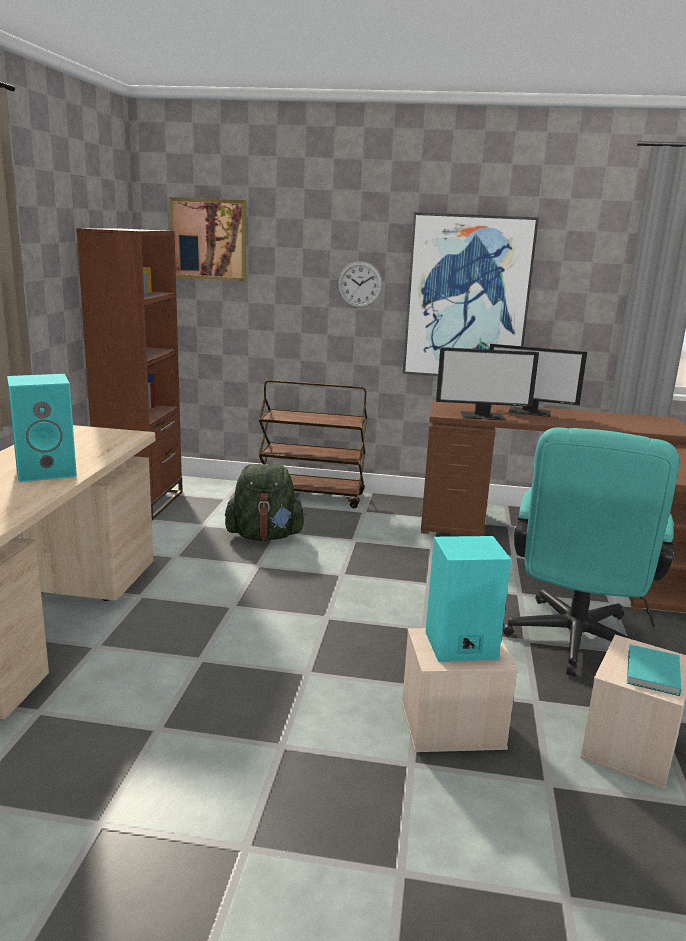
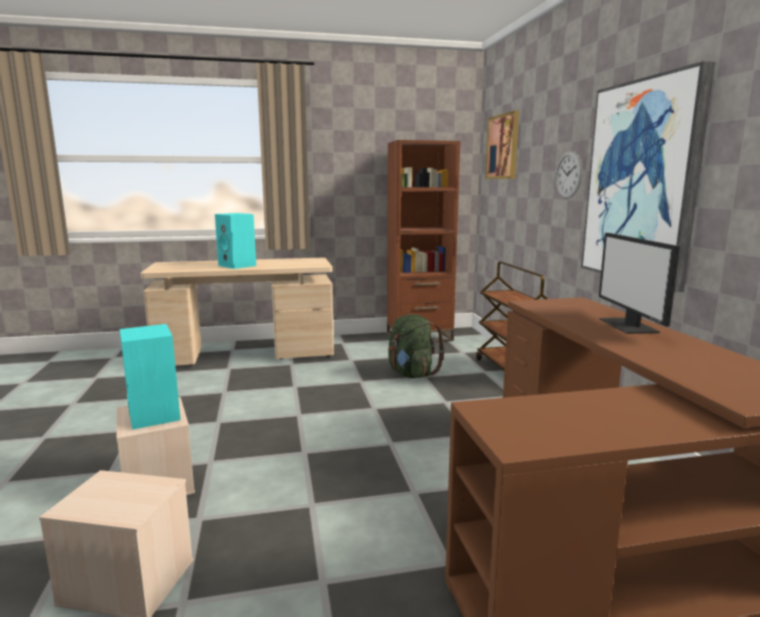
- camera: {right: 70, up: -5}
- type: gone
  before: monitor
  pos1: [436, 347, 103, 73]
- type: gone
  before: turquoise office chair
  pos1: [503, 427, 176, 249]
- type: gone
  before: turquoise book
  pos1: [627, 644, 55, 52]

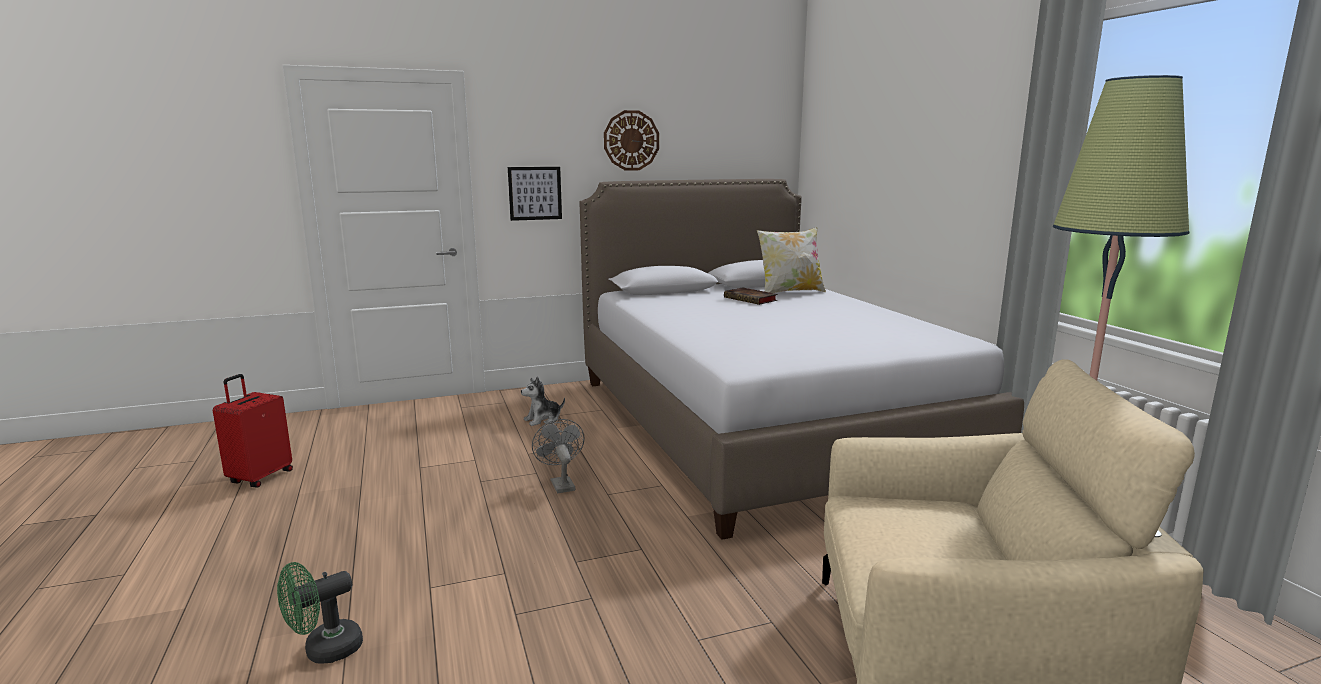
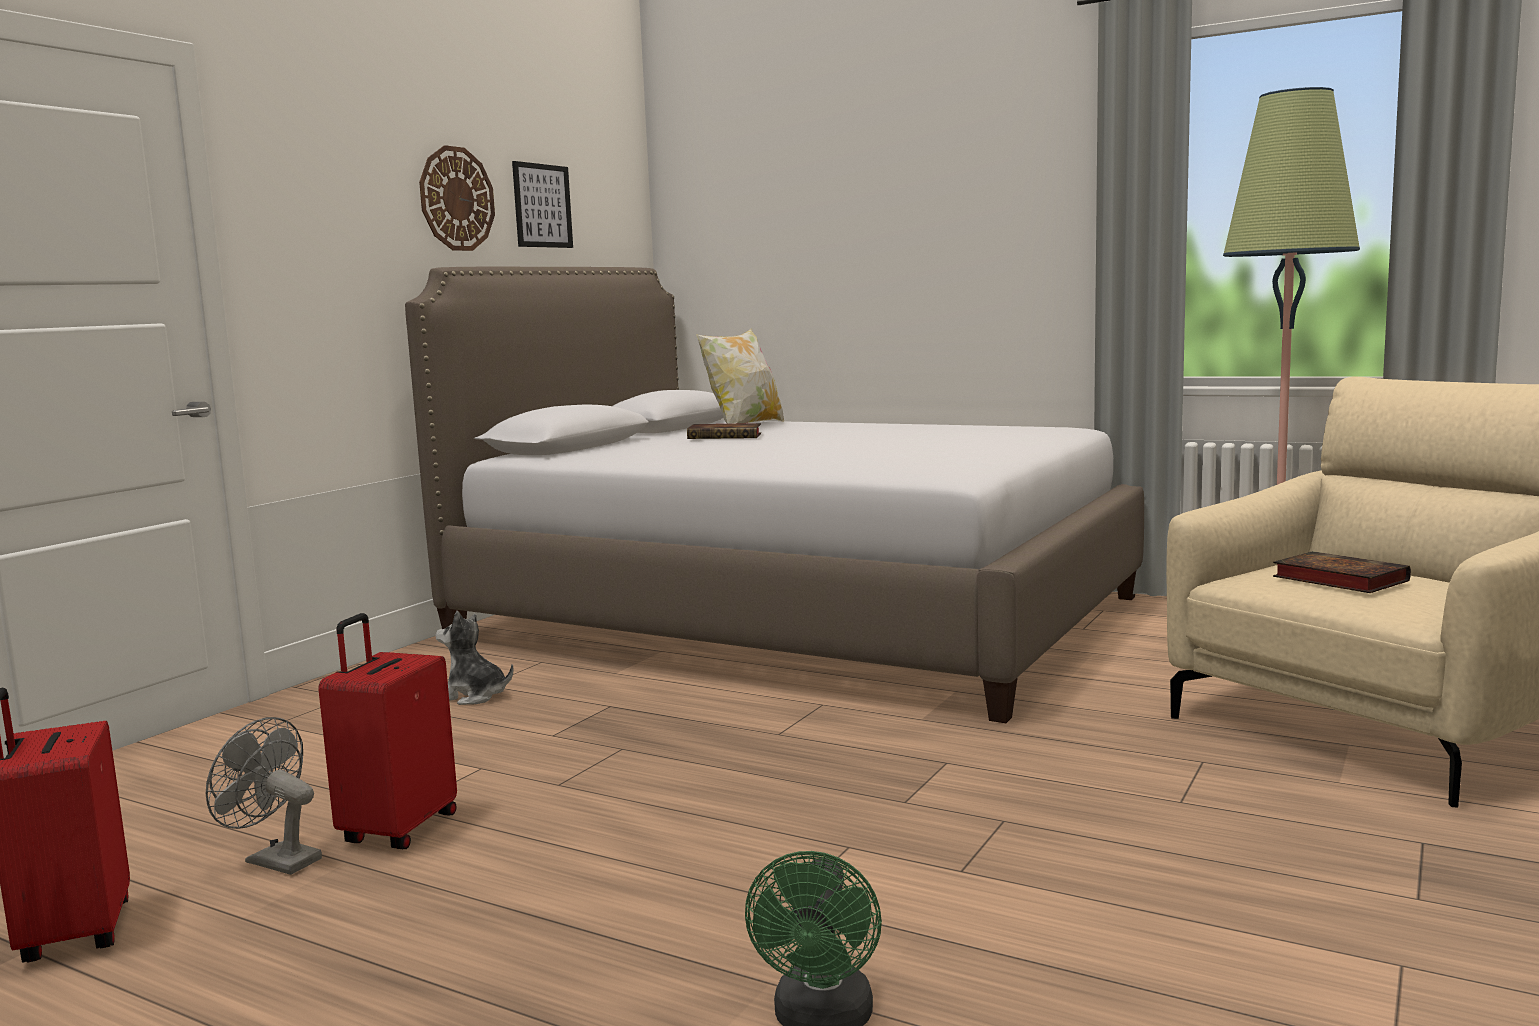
- camera: {right: -40, up: -5}
- type: new
  after: red suitcase
  pos2: [318, 613, 139, 236]
- type: new
  after: book
  pos2: [1273, 551, 138, 42]
- type: shifted
  before: picture
  pos1: [508, 167, 54, 54]
  pos2: [512, 161, 61, 87]
- type: shifted
  before: grey fan
  pos1: [532, 419, 53, 74]
  pos2: [206, 717, 116, 158]
- type: rotated
  before: plush toy
  pos1: [521, 376, 44, 50]
  pos2: [436, 611, 78, 94]
  turn: 90

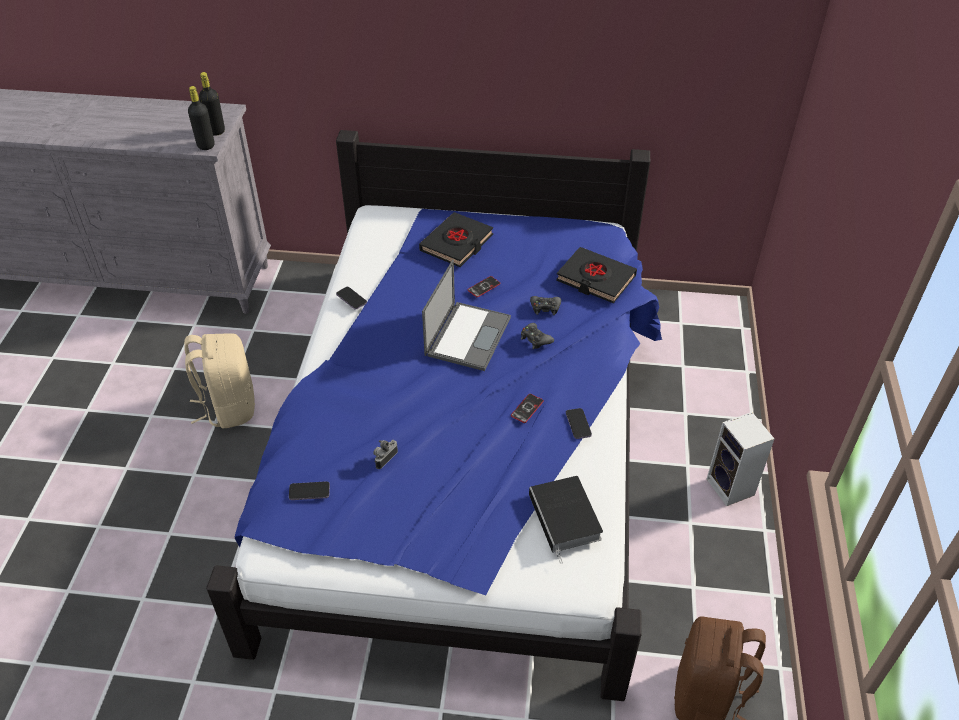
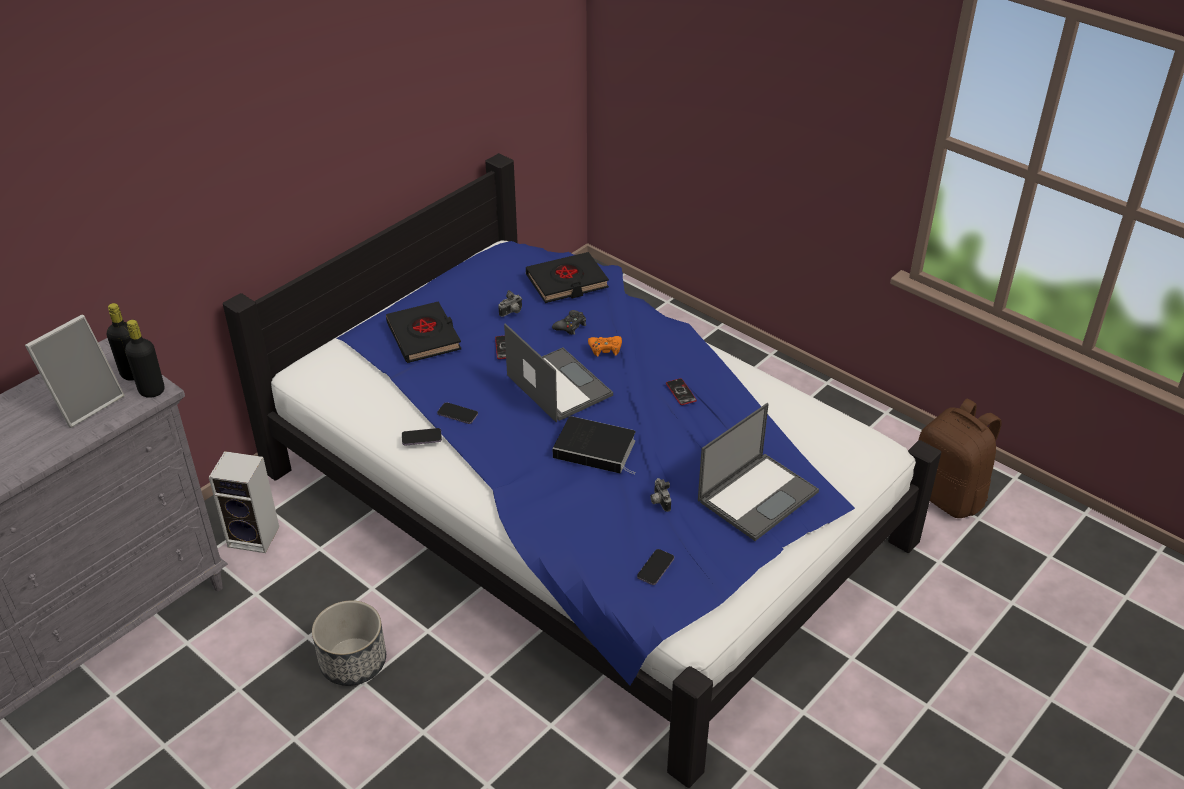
- camera: {right: -55, up: -5}
- type: new
  after: picture frame
  pos2: [25, 315, 100, 113]
- type: new
  after: photo camera
  pos2: [498, 290, 25, 27]
- type: new
  after: laptop
  pos2: [698, 403, 121, 138]
- type: shifted
  before: book
  pos1: [529, 476, 74, 88]
  pos2: [553, 416, 83, 58]
- type: shifted
  before: phone
  pos1: [566, 408, 26, 31]
  pos2: [437, 402, 41, 22]
- type: shifted
  before: speaker
  pos1: [707, 412, 67, 94]
  pos2: [209, 451, 70, 102]
- type: swapped
  before: beige backpack
  after: planter
  pos1: [184, 333, 71, 95]
  pos2: [312, 600, 74, 86]
- type: repainted
  before: black game controller
  after: orange game controller
  pos1: [521, 323, 33, 26]
  pos2: [588, 336, 34, 21]

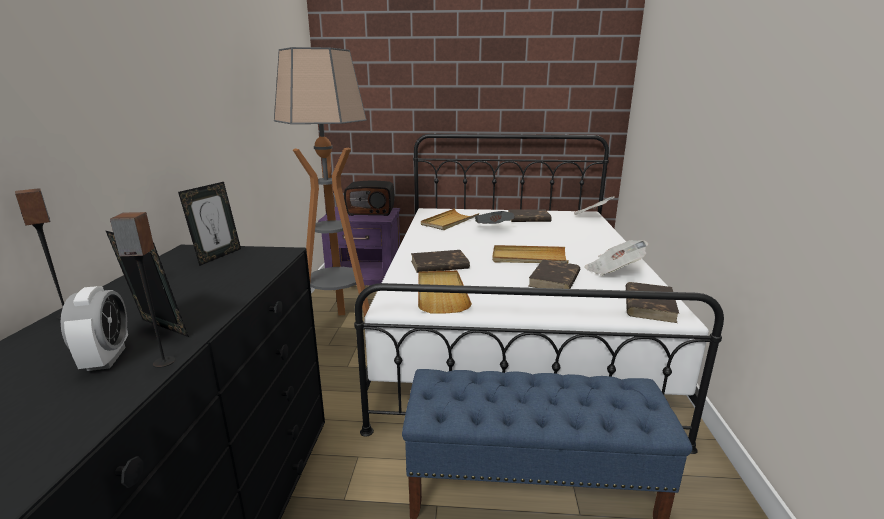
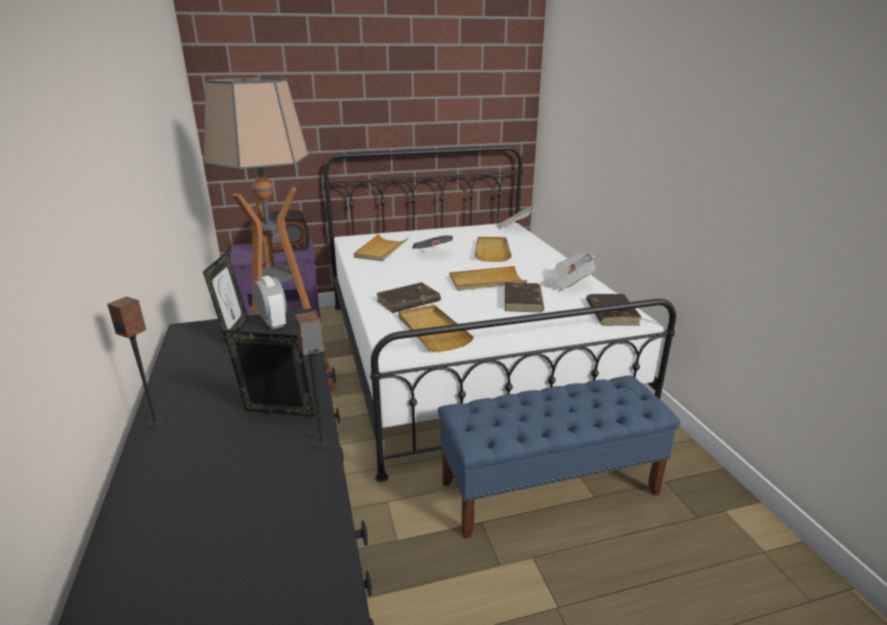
- camera: {right: -20, up: 5}
- type: gone
  before: brown book
  pos1: [508, 209, 44, 13]
- type: new
  after: beige tray
  pos2: [475, 237, 36, 25]
- type: shifted
  before: alarm clock
  pos1: [61, 286, 67, 85]
  pos2: [253, 276, 34, 54]

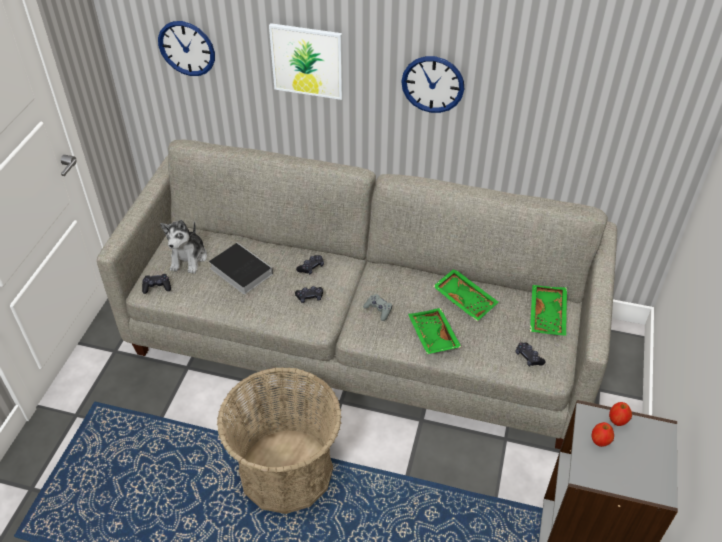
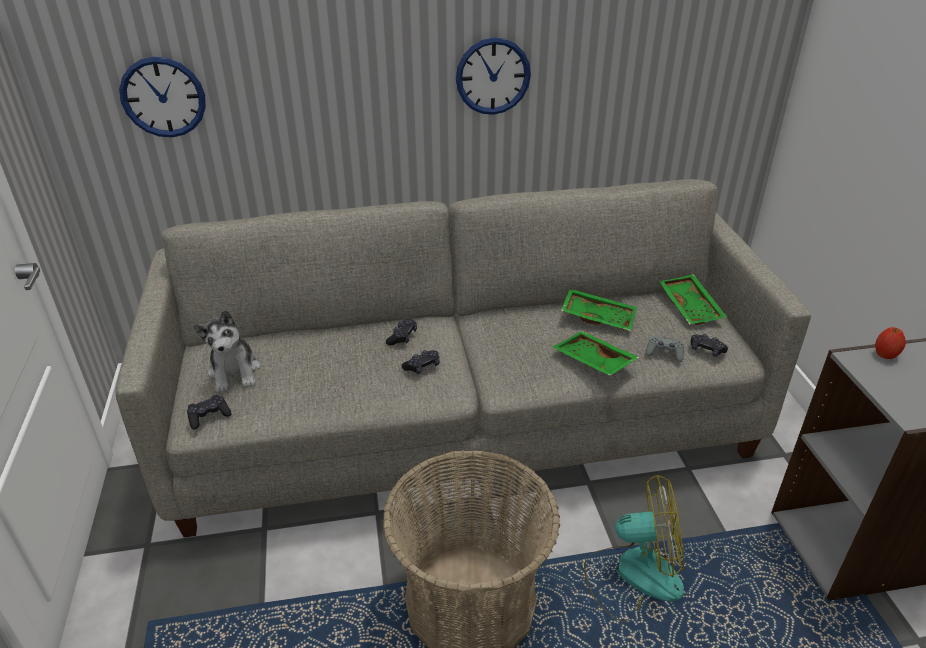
- camera: {right: -25, up: -10}
- type: gone
  before: book
  pos1: [209, 243, 64, 51]
- type: gone
  before: picture
  pos1: [269, 23, 74, 77]
- type: gone
  before: apple
  pos1: [592, 422, 22, 25]
- type: new
  after: fan
  pos2: [584, 475, 100, 147]
- type: shifted
  before: grey game controller
  pos1: [363, 294, 29, 27]
  pos2: [645, 335, 39, 27]

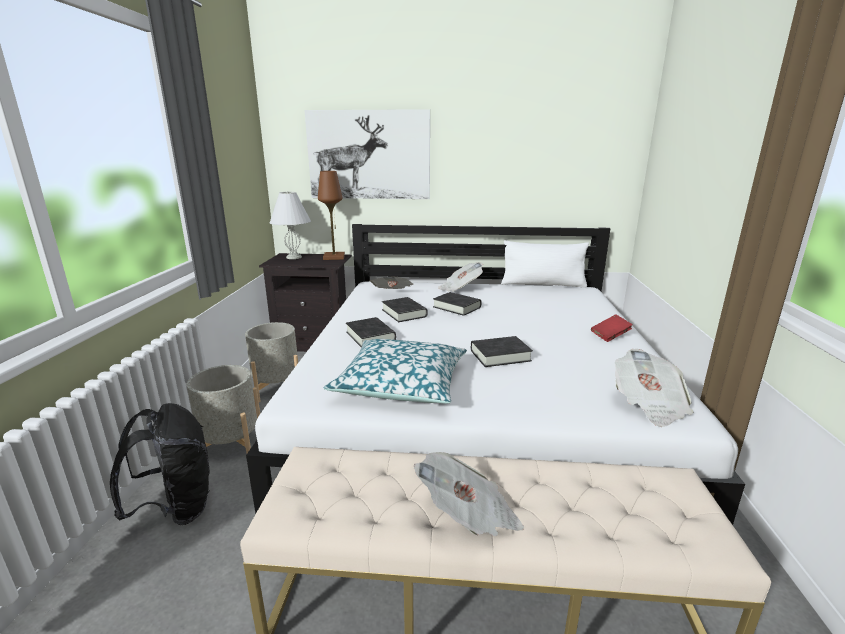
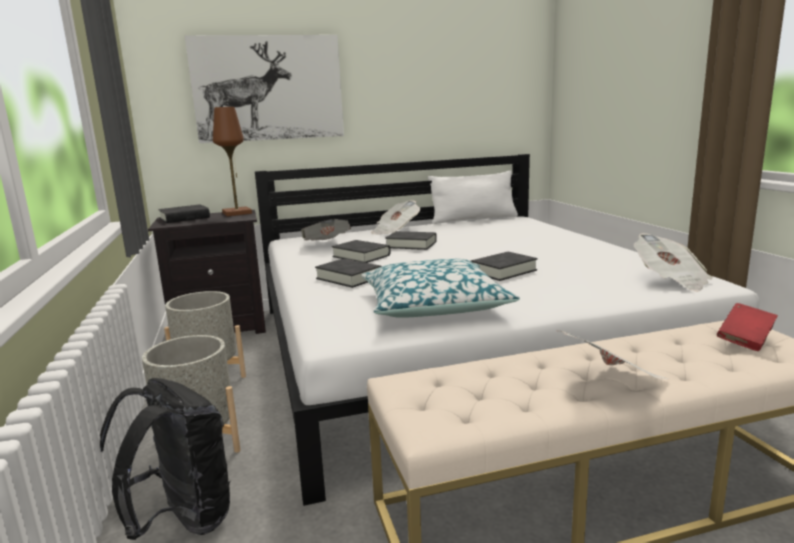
- camera: {right: -20, up: -5}
- type: shifted
  before: red book
  pos1: [591, 314, 42, 28]
  pos2: [717, 303, 61, 48]
- type: swapped
  before: white table lamp
  after: black book
  pos1: [269, 191, 42, 68]
  pos2: [158, 204, 52, 19]

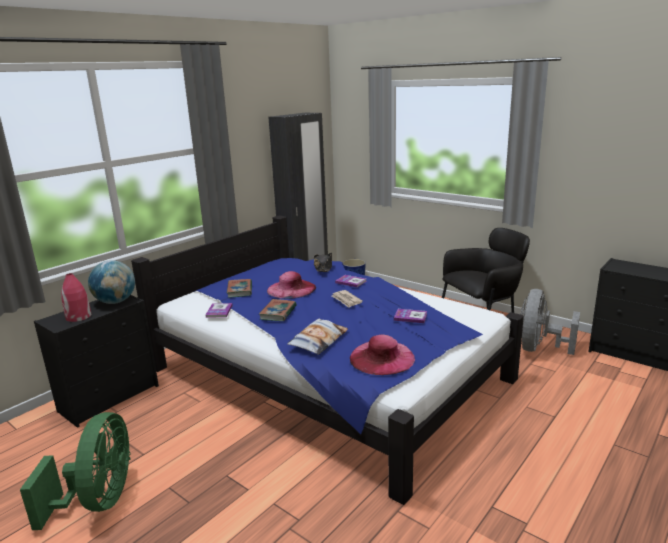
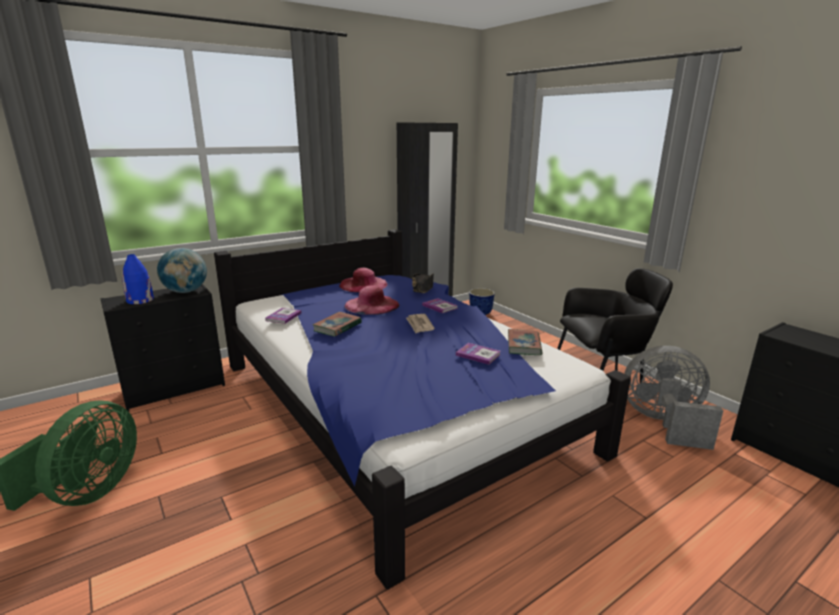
- camera: {right: 15, up: 0}
- type: gone
  before: pillow
  pos1: [287, 318, 61, 37]
- type: shifted
  before: book
  pos1: [227, 279, 25, 19]
  pos2: [508, 329, 34, 26]
- type: shifted
  before: pink hat
  pos1: [350, 335, 65, 40]
  pos2: [339, 268, 48, 24]
- type: repainted
  before: red vase
  after: blue vase
  pos1: [61, 273, 30, 49]
  pos2: [122, 254, 32, 50]
- type: rotated
  before: grey fan
  pos1: [520, 289, 60, 66]
  pos2: [624, 346, 99, 104]
  turn: 60

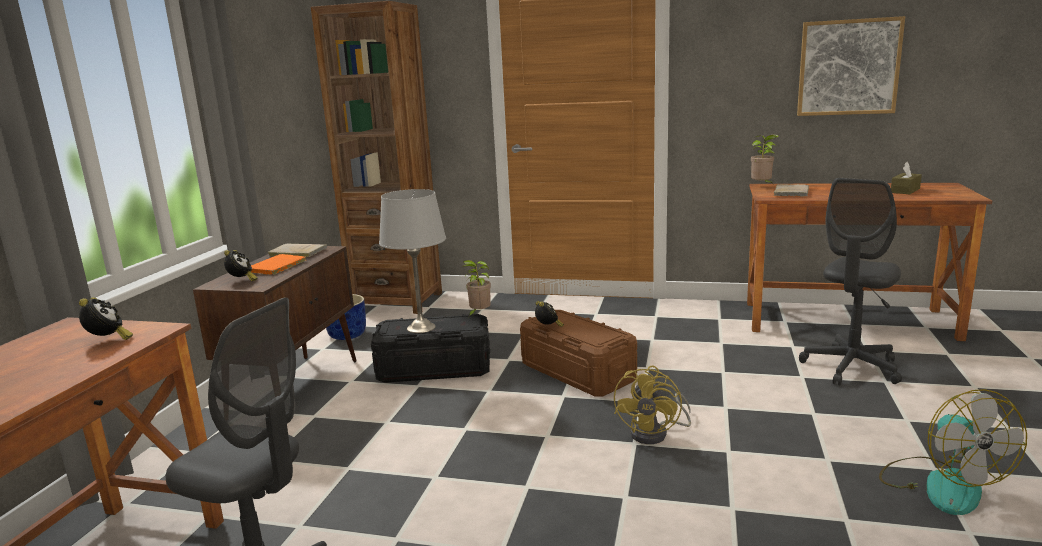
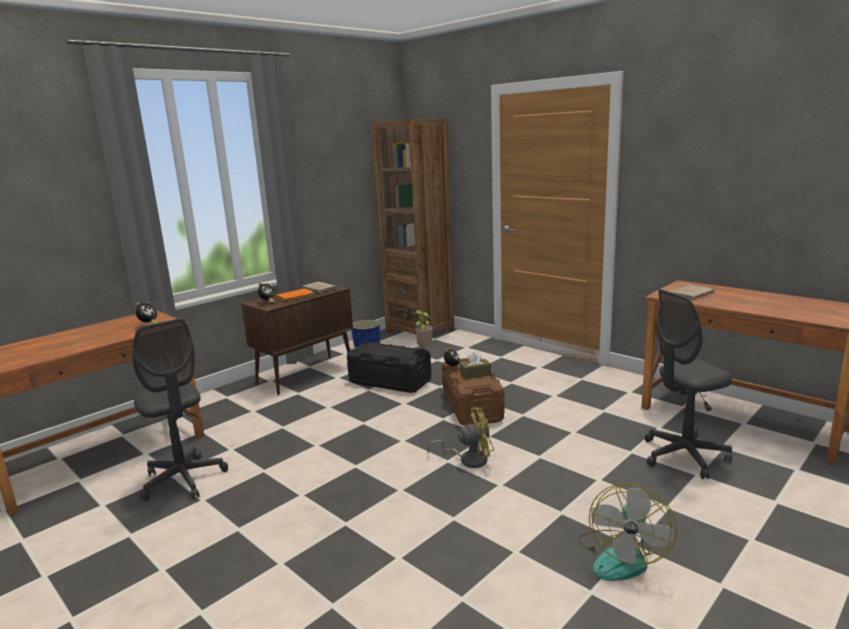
- camera: {right: 30, up: 0}
- type: gone
  before: grey table lamp
  pos1: [379, 189, 67, 144]
- type: gone
  before: potted plant
  pos1: [751, 134, 28, 50]
- type: gone
  before: picture
  pos1: [797, 16, 108, 100]
- type: shifted
  before: brown tissue box
  pos1: [891, 162, 31, 32]
  pos2: [460, 352, 31, 27]
- type: rotated
  before: yellow fan
  pos1: [614, 366, 77, 78]
  pos2: [427, 407, 67, 61]
  turn: -150

